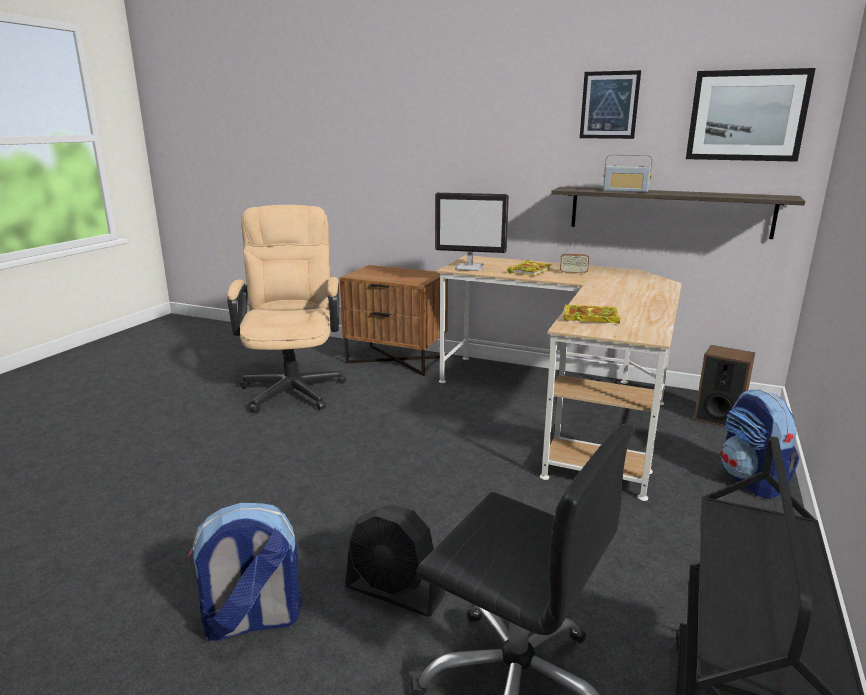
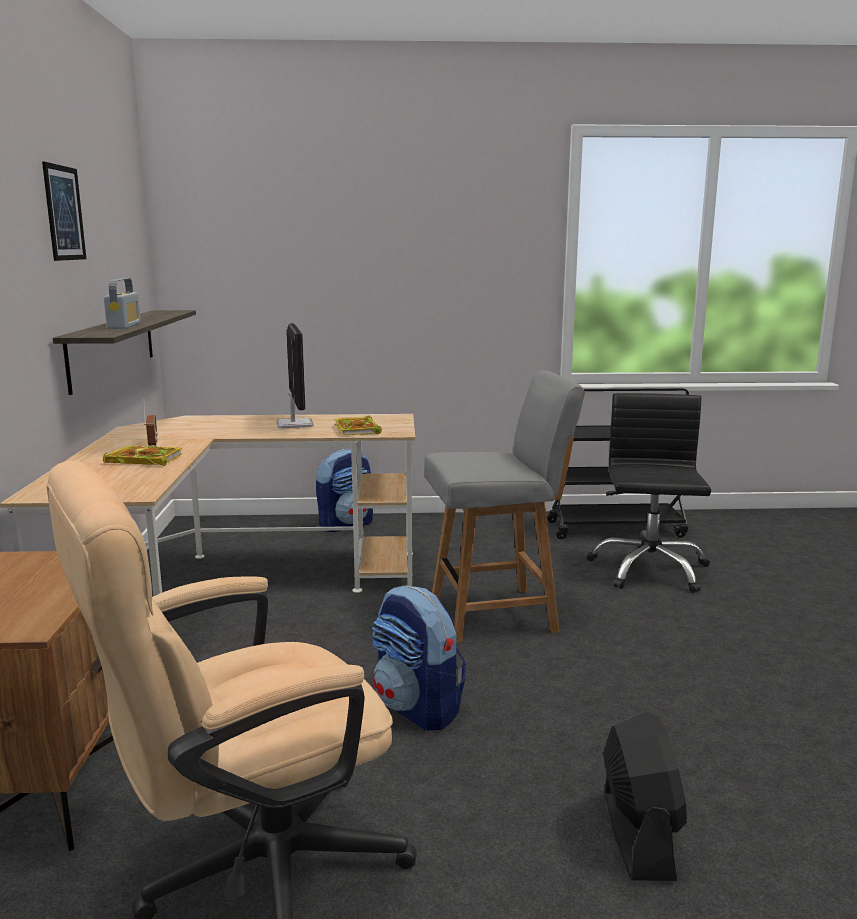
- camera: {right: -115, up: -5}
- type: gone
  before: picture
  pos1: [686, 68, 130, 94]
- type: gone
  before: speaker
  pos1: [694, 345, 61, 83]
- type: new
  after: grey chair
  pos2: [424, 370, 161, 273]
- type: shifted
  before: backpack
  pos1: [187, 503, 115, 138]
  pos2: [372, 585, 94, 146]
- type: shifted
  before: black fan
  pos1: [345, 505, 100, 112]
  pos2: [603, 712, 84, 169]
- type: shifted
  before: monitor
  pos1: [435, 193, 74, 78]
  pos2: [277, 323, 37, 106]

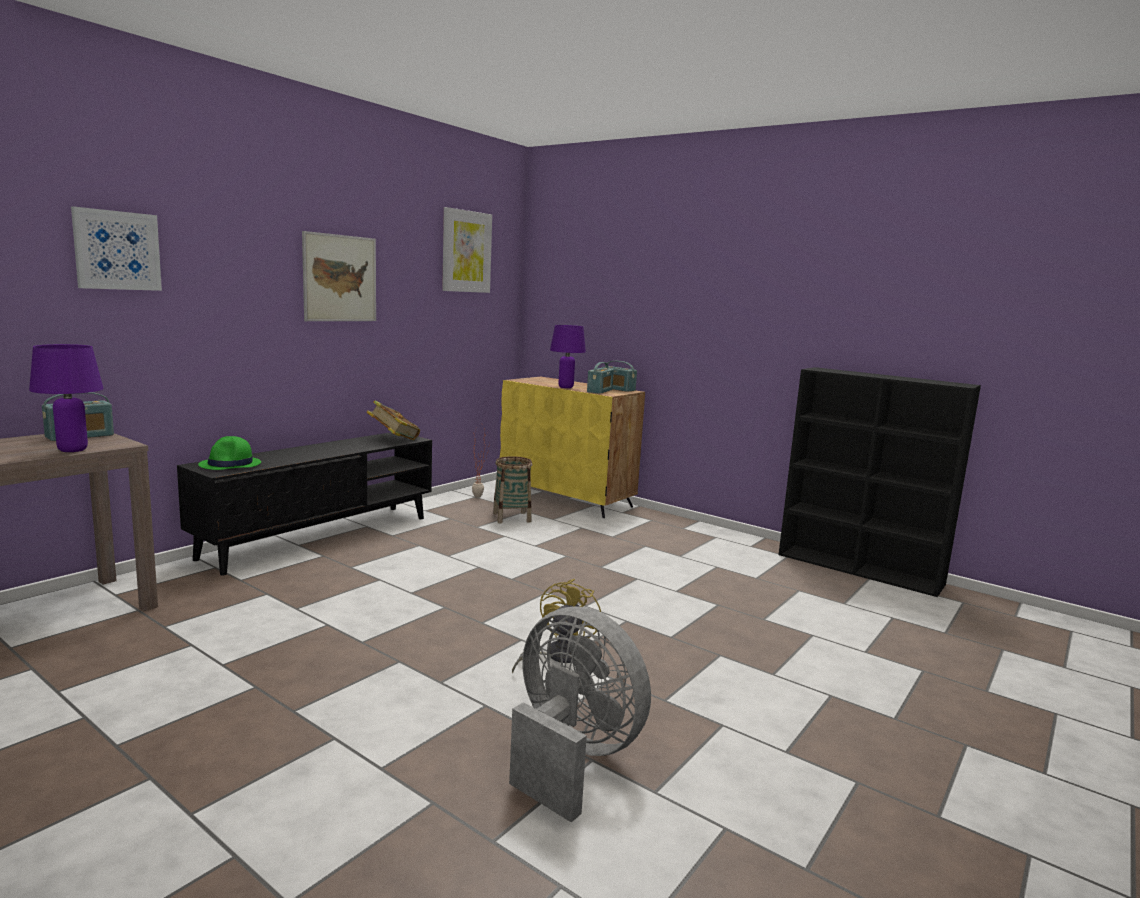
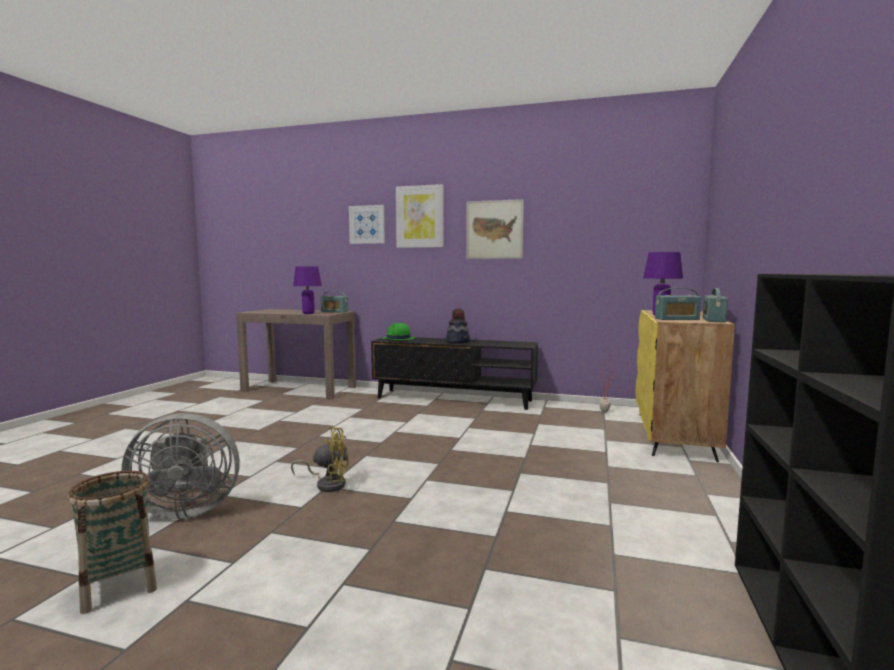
- camera: {right: 70, up: -5}
- type: gone
  before: book
  pos1: [366, 400, 54, 40]
- type: new
  after: hat
  pos2: [446, 308, 24, 36]
- type: shifted
  before: picture
  pos1: [442, 207, 50, 86]
  pos2: [396, 184, 48, 64]
- type: shifted
  before: basket
  pos1: [493, 456, 39, 67]
  pos2: [67, 471, 90, 143]
- type: rotated
  before: grey fan
  pos1: [509, 606, 142, 216]
  pos2: [122, 413, 118, 106]
  turn: 60

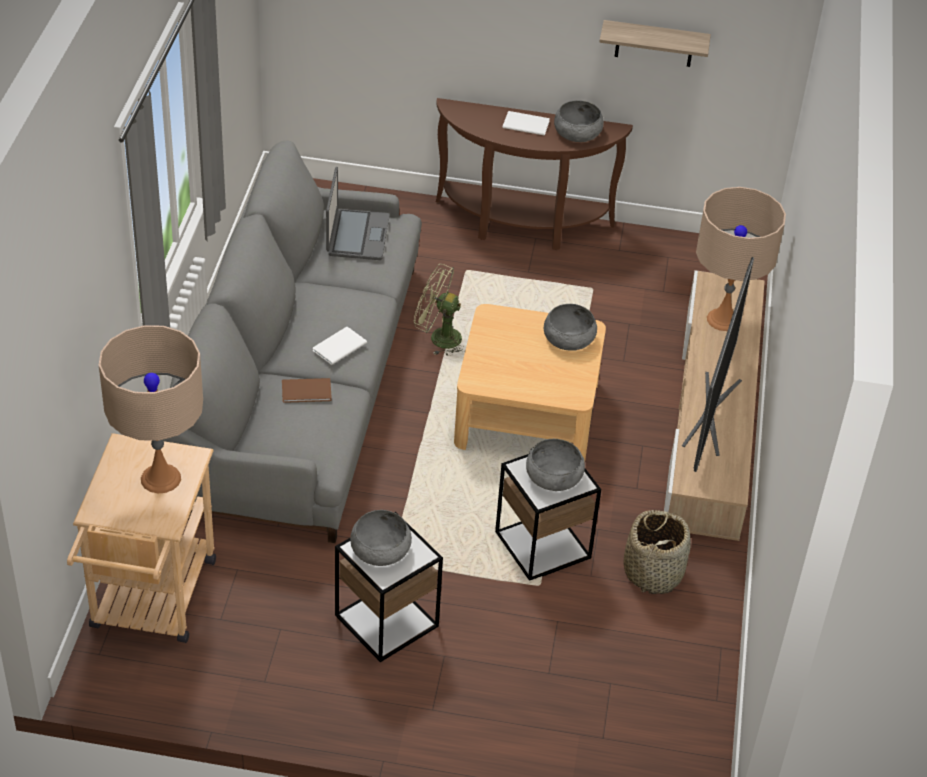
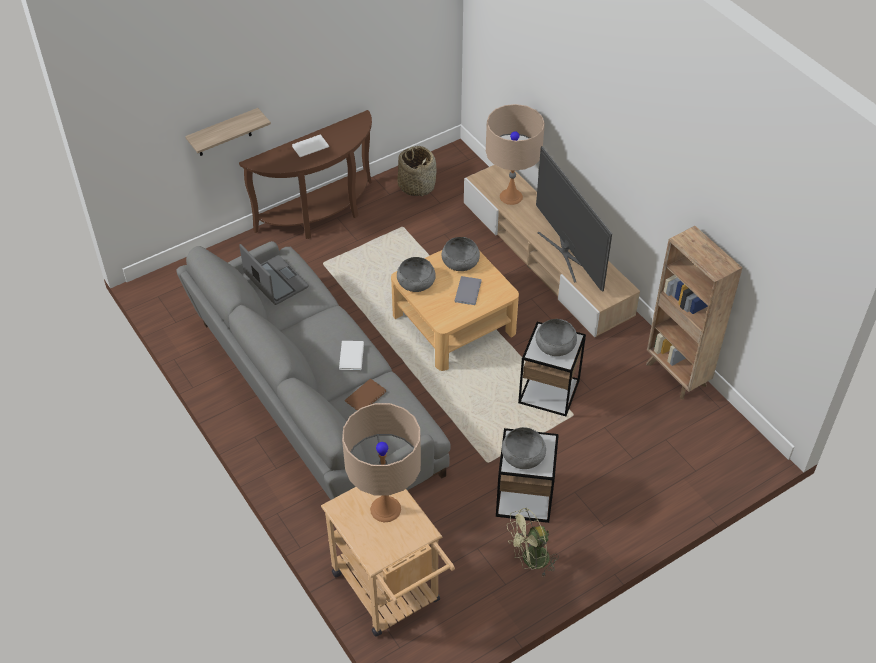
- camera: {right: -40, up: 5}
- type: new
  after: grey book
  pos2: [454, 276, 27, 29]
- type: new
  after: brown bookcase
  pos2: [646, 226, 96, 174]
- type: shifted
  before: green fan
  pos1: [414, 264, 51, 91]
  pos2: [507, 508, 52, 68]
- type: shifted
  before: grey bowl
  pos1: [554, 100, 50, 42]
  pos2: [397, 257, 39, 35]
- type: shifted
  before: shelf
  pos1: [599, 20, 112, 47]
  pos2: [185, 108, 86, 48]
- type: shifted
  before: basket
  pos1: [624, 510, 67, 84]
  pos2: [397, 146, 39, 50]

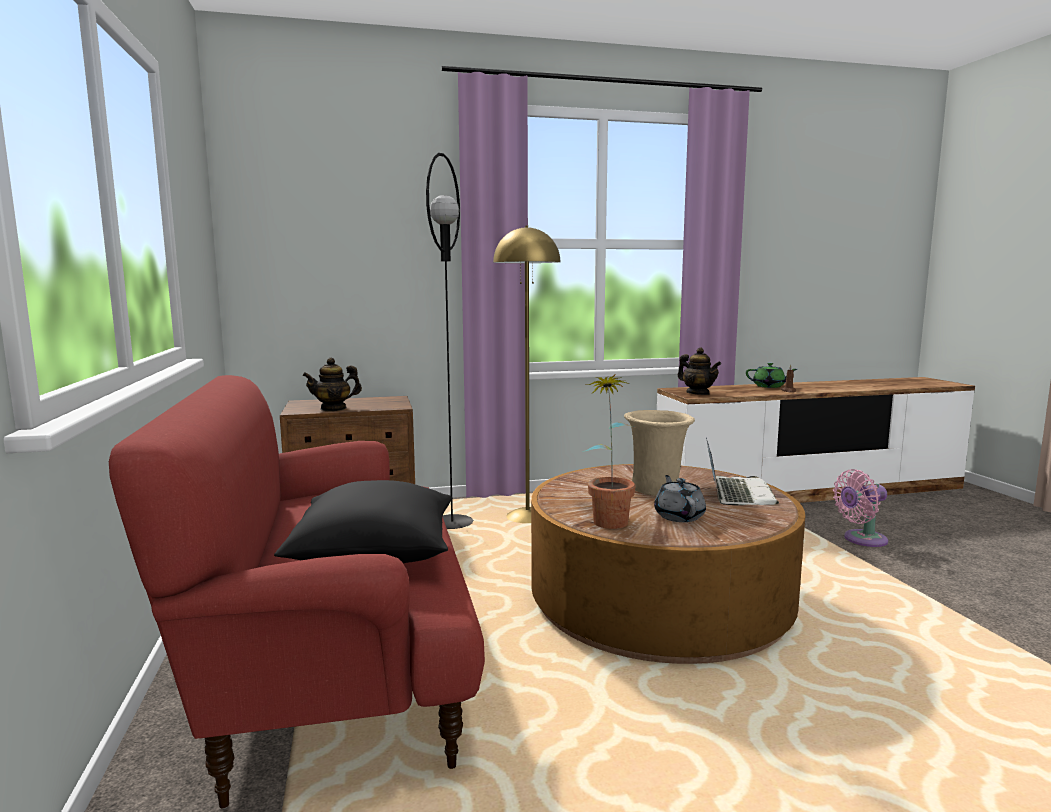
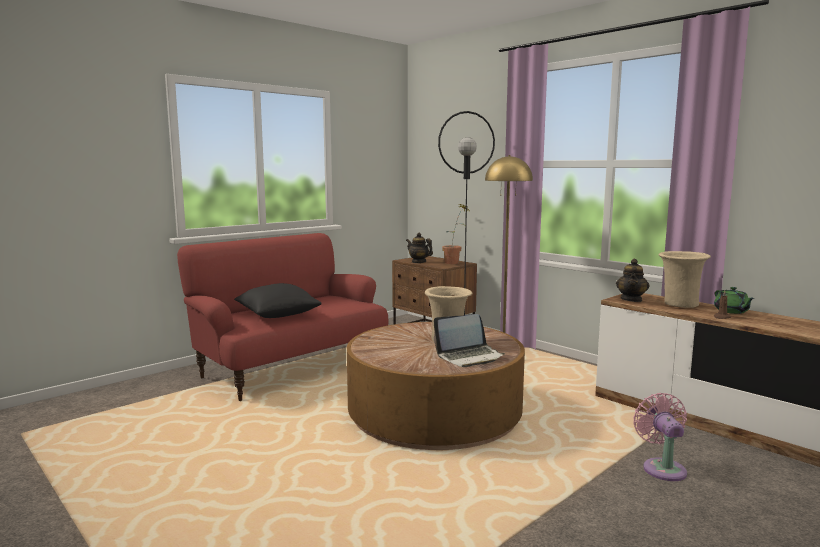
- camera: {right: 60, up: 0}
- type: gone
  before: grey teapot
  pos1: [654, 475, 52, 47]
- type: new
  after: beige vase
  pos2: [659, 251, 52, 57]
- type: shifted
  before: potted plant
  pos1: [582, 374, 54, 155]
  pos2: [442, 203, 28, 61]
- type: rotated
  before: pink fan
  pos1: [833, 469, 55, 78]
  pos2: [633, 393, 54, 88]
  turn: 45

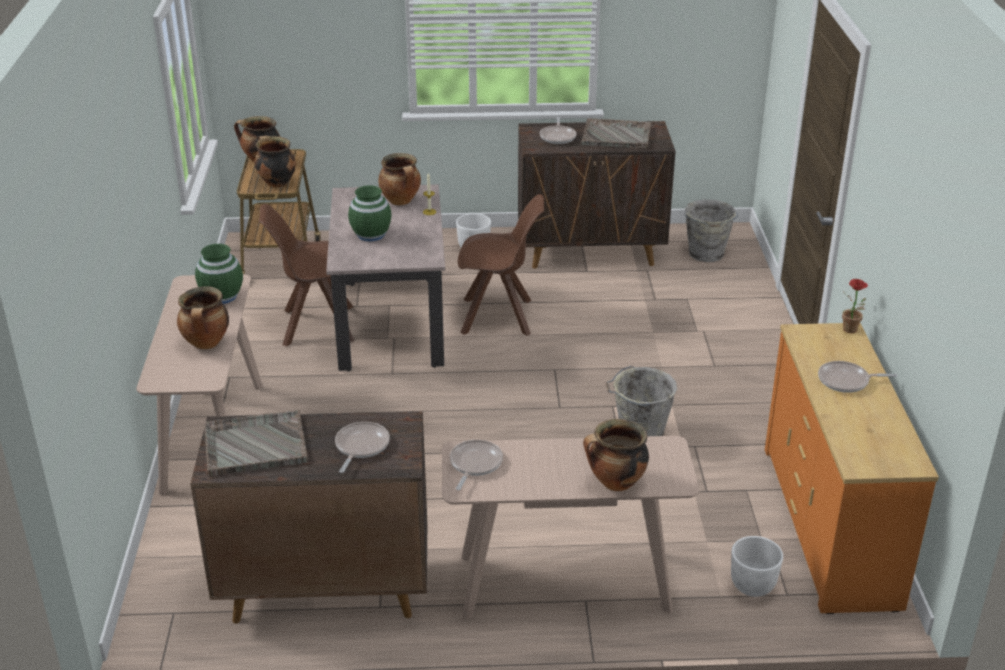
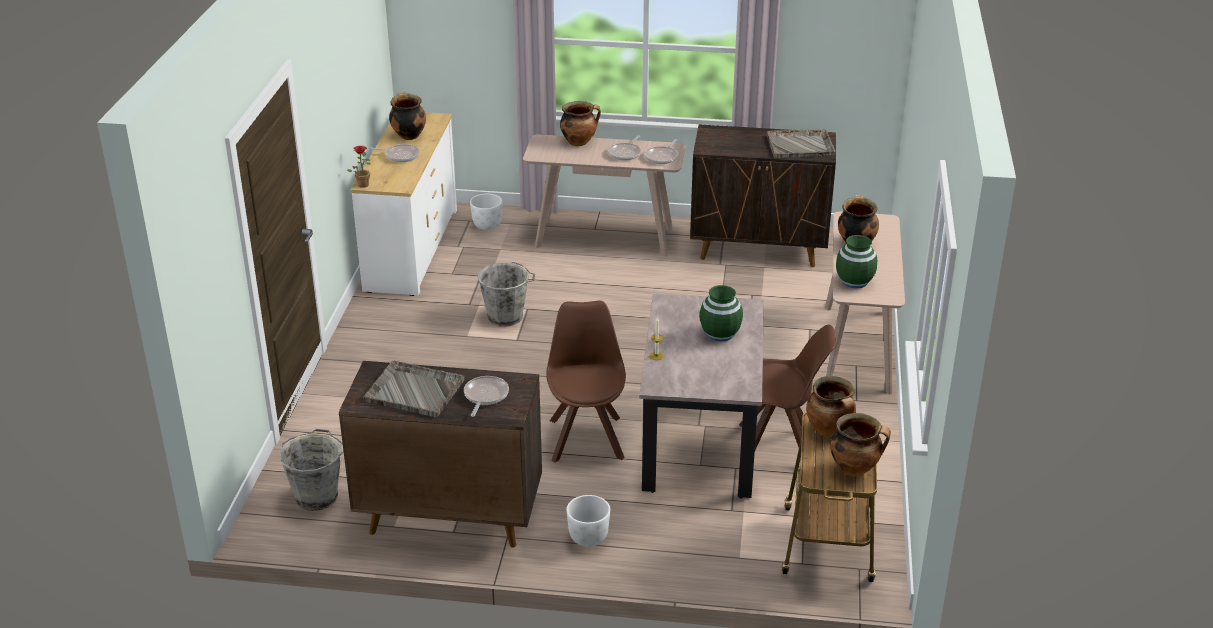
- camera: {right: -170, up: 0}
- type: shifted
  before: frying pan
  pos1: [335, 422, 55, 51]
  pos2: [608, 135, 33, 26]
- type: shifted
  before: cooking pot
  pos1: [378, 153, 43, 52]
  pos2: [389, 92, 37, 48]
- type: repainted
  before: orange dresser
  after: white dresser
  pos1: [765, 323, 174, 291]
  pos2: [351, 112, 106, 184]
- type: rotated
  before: brown chair
  pos1: [458, 194, 86, 142]
  pos2: [546, 301, 80, 162]
  turn: 75

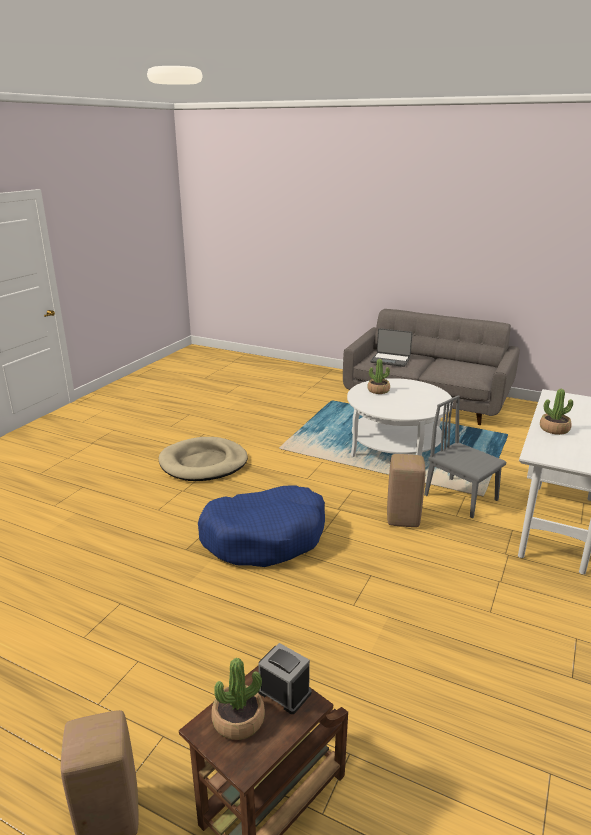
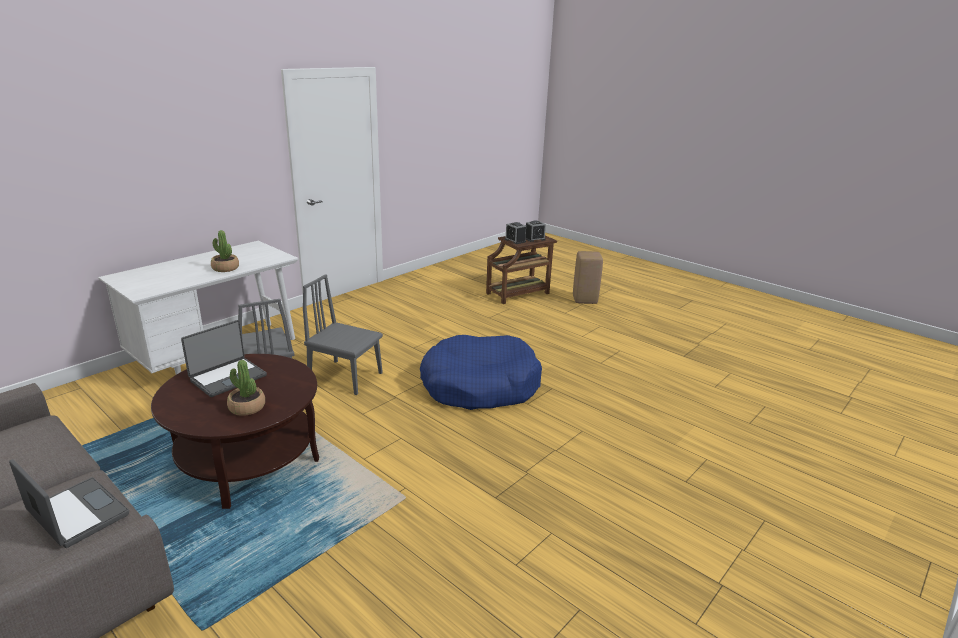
- camera: {right: -165, up: 0}
- type: gone
  before: beige dog bed
  pos1: [159, 437, 89, 44]
- type: new
  after: laptop
  pos2: [181, 320, 86, 77]
- type: swapped
  before: potted plant
  after: alarm clock
  pos1: [211, 658, 54, 82]
  pos2: [526, 221, 20, 21]
- type: swapped
  before: beige stool
  after: grey chair
  pos1: [387, 454, 38, 73]
  pos2: [303, 274, 80, 121]
- type: repainted
  before: white coffee table
  after: brown coffee table
  pos1: [347, 378, 106, 79]
  pos2: [151, 354, 168, 155]

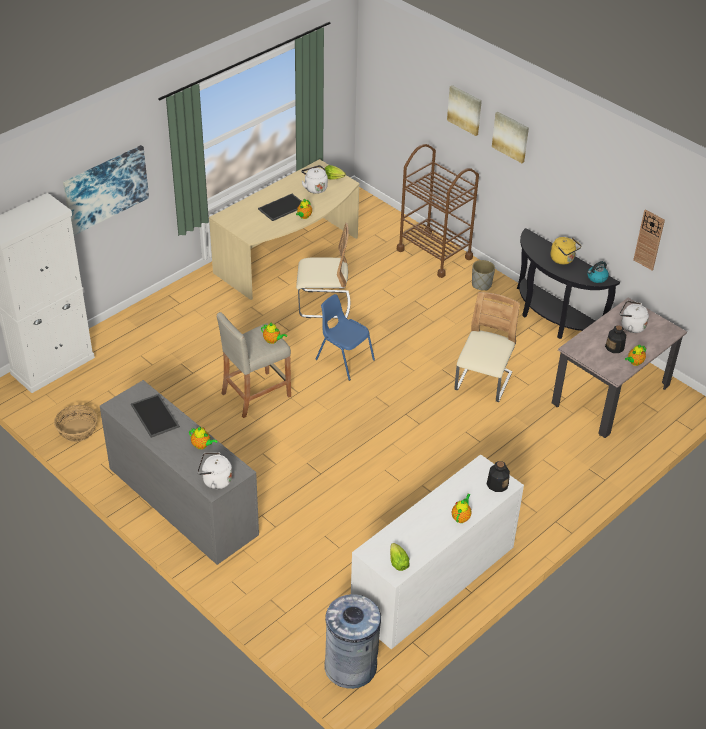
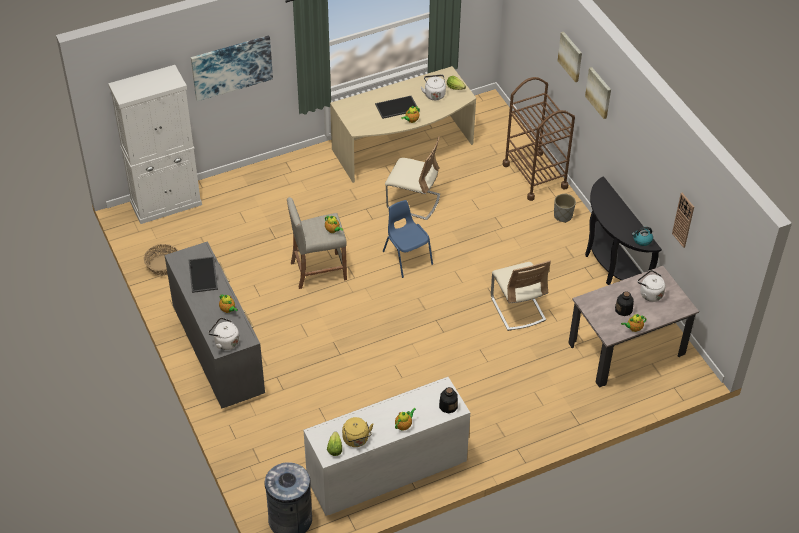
- camera: {right: 20, up: 5}
- type: shifted
  before: yellow kettle
  pos1: [551, 237, 31, 27]
  pos2: [342, 417, 32, 30]
- type: rotated
  before: beige chair
  pos1: [454, 292, 66, 110]
  pos2: [491, 261, 60, 70]
  turn: 120

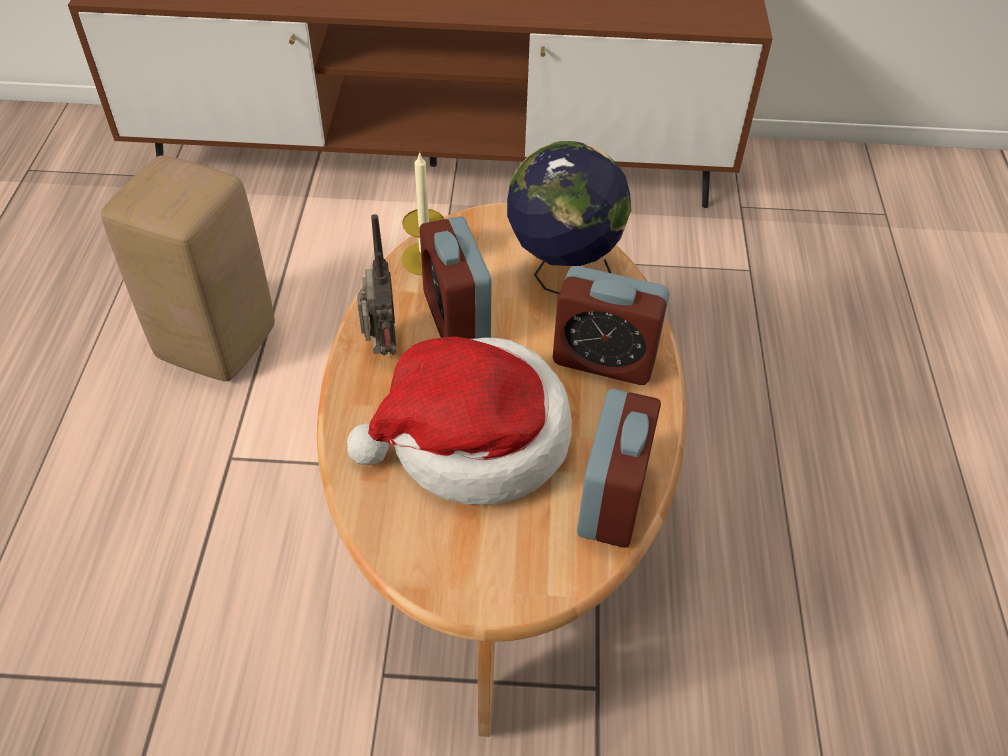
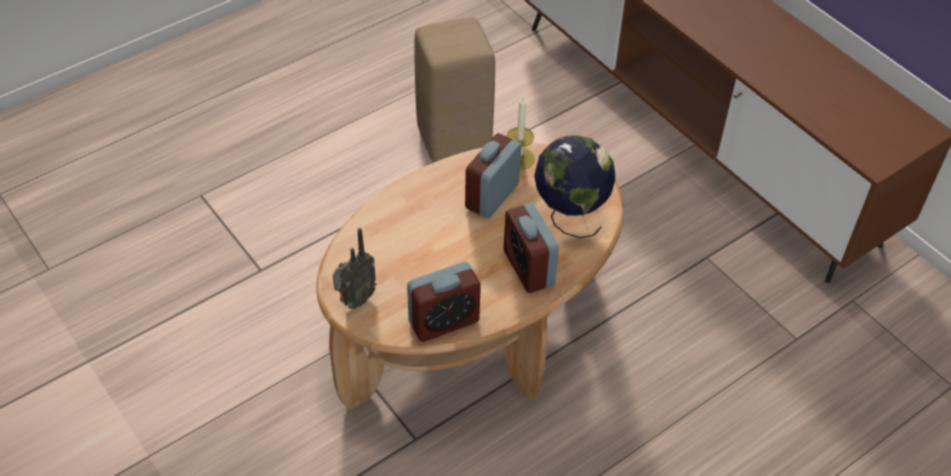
- camera: {right: 50, up: 0}
- type: gone
  before: hat
  pos1: [347, 336, 225, 169]
- type: shifted
  before: radio
  pos1: [357, 214, 39, 142]
  pos2: [333, 228, 43, 81]

